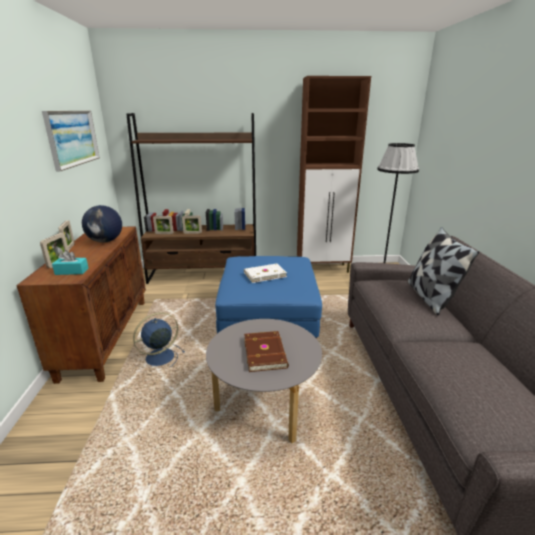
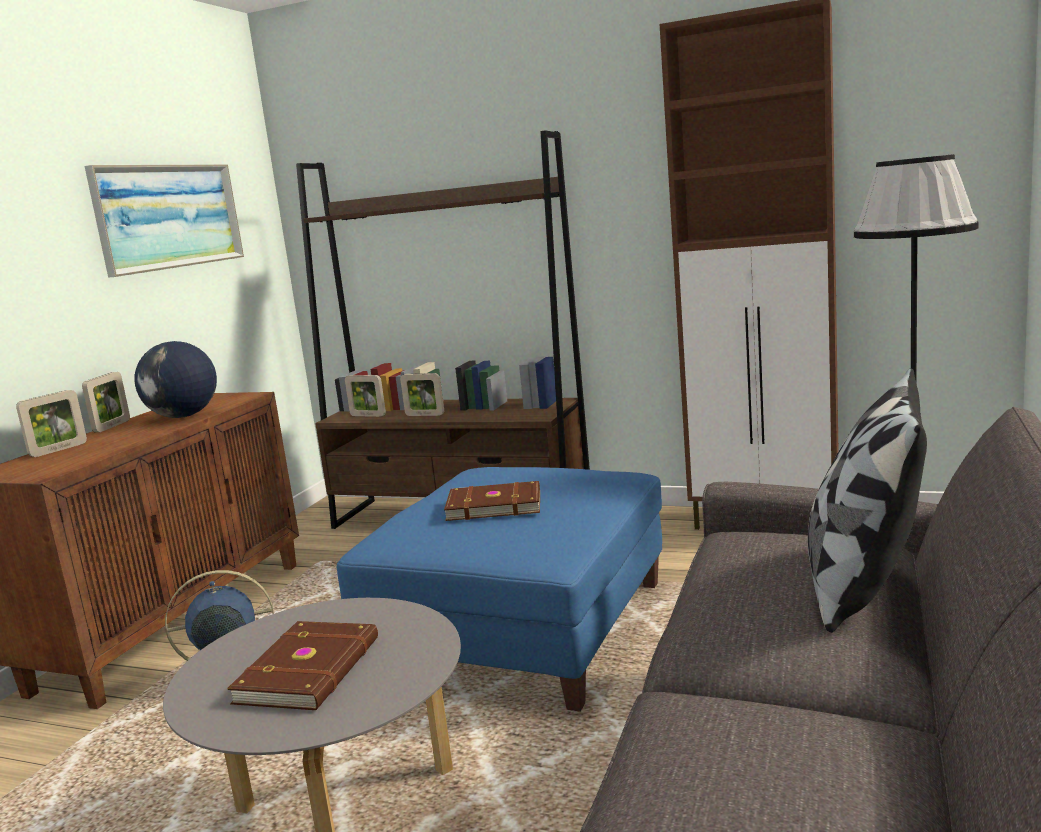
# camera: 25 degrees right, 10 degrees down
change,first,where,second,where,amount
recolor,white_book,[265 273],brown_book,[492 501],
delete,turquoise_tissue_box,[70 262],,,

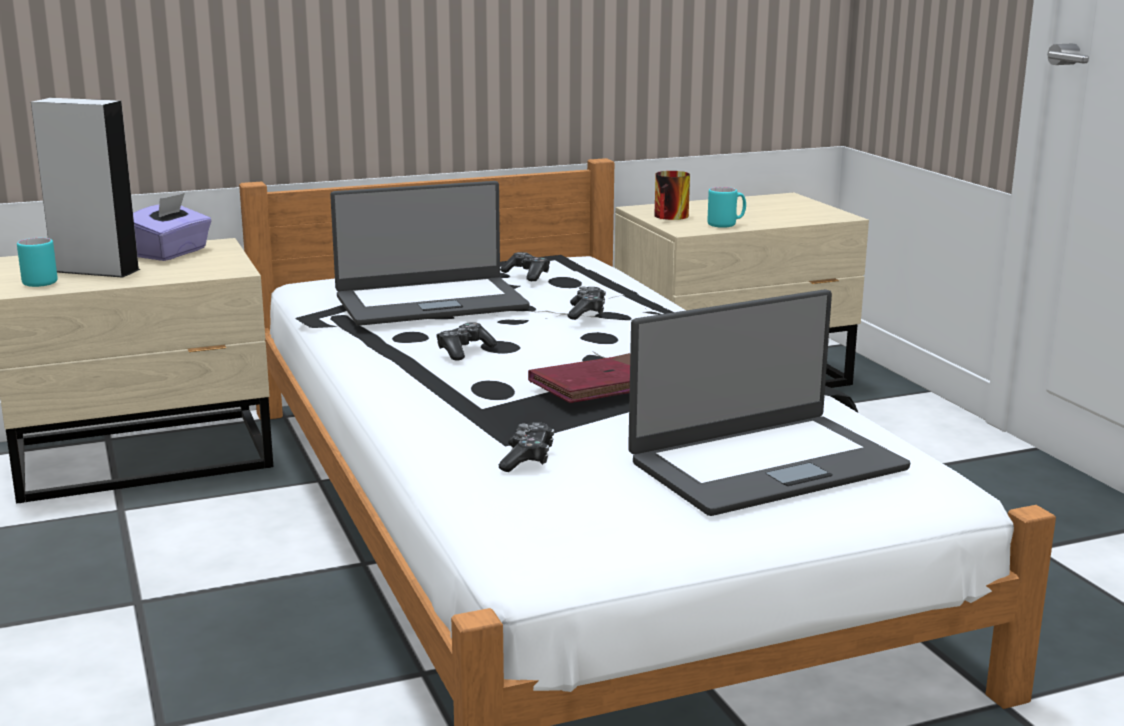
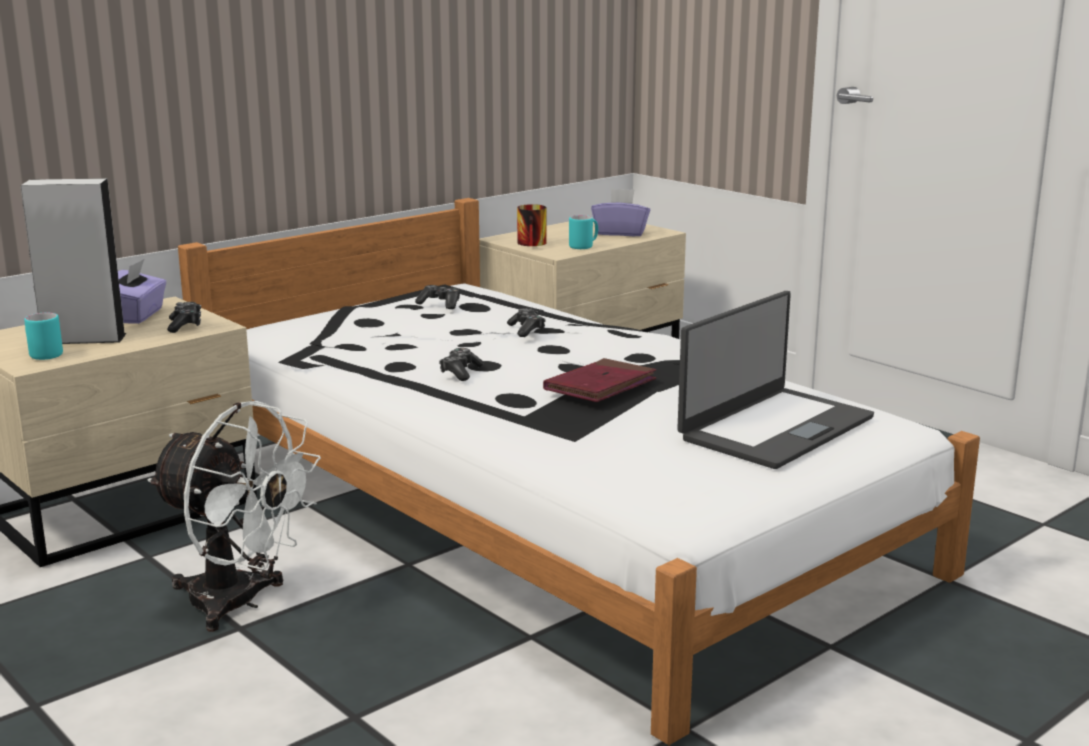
# camera: 20 degrees left, 0 degrees up
change,first,where,second,where,amount
insert,,,white_fan,[234 516],
move,game_controller,[526 447],,[184 317],
insert,,,purple_tissue_box,[620 212],
delete,laptop,[430 253],,,

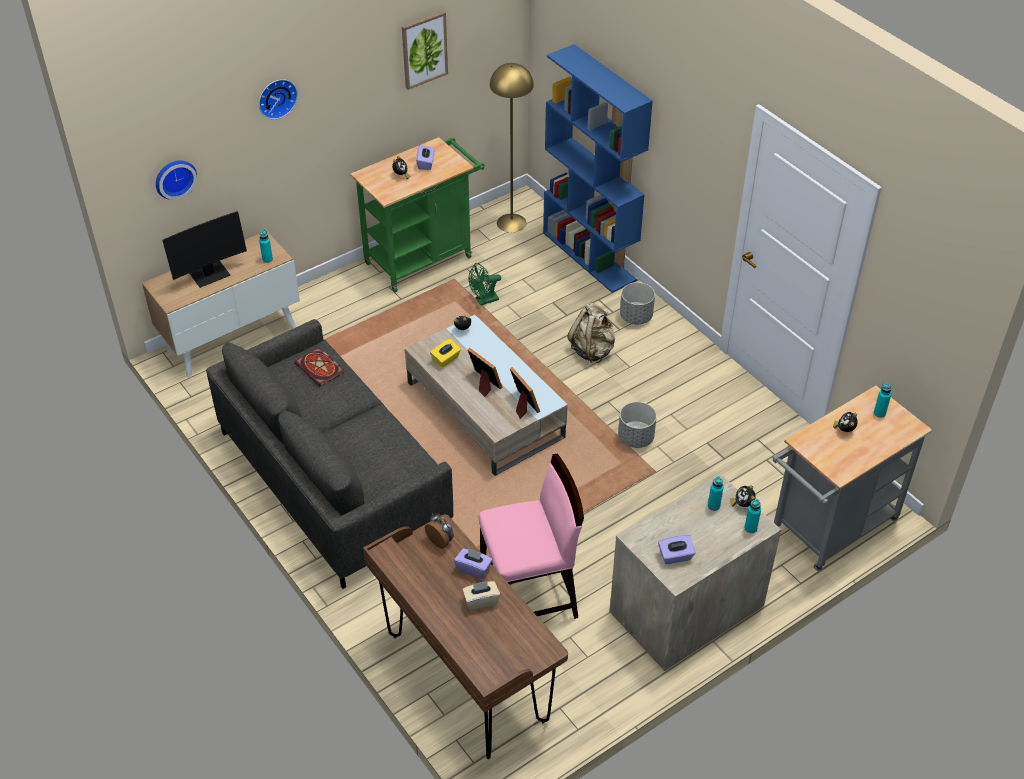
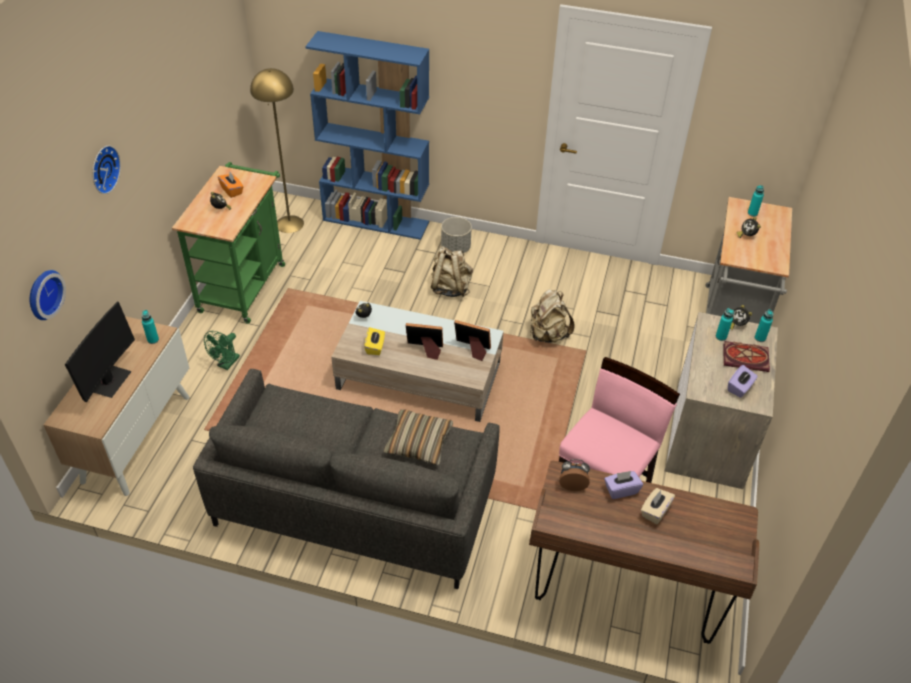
# camera: 40 degrees left, 0 degrees up
change,first,where,second,where,amount
move,green_fan,[485 284],,[222 350],
recolor,purple_tissue_box,[425 157],orange_tissue_box,[230 185],
insert,,,pillow,[418 437],
replace,grey_planter,[637 425],beige_backpack,[552 316],
move,book,[319 367],,[746 356],
delete,picture,[425 50],,,

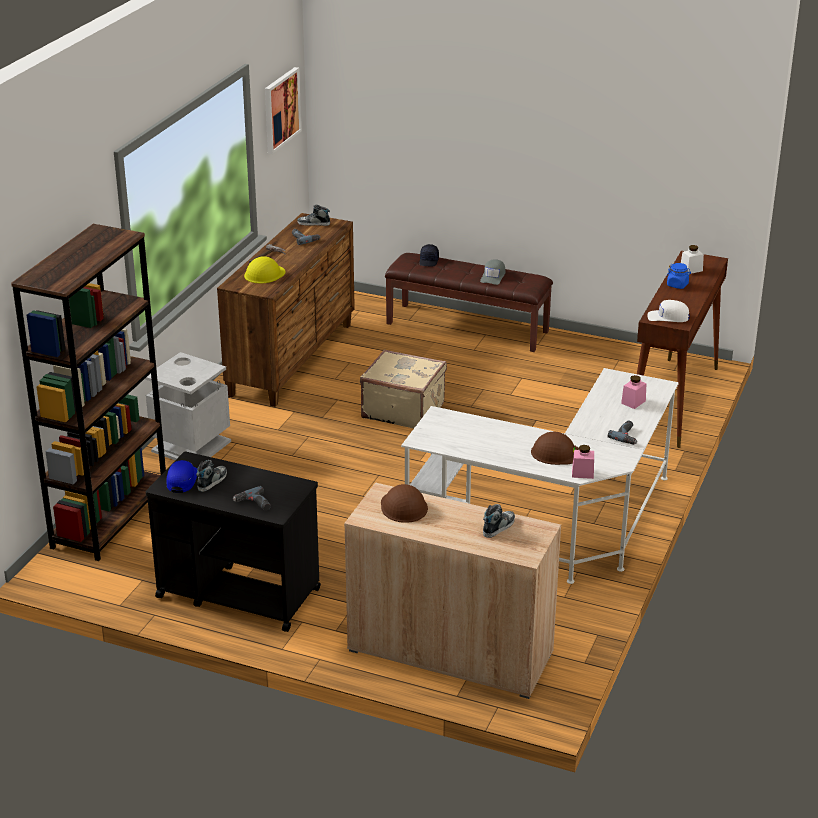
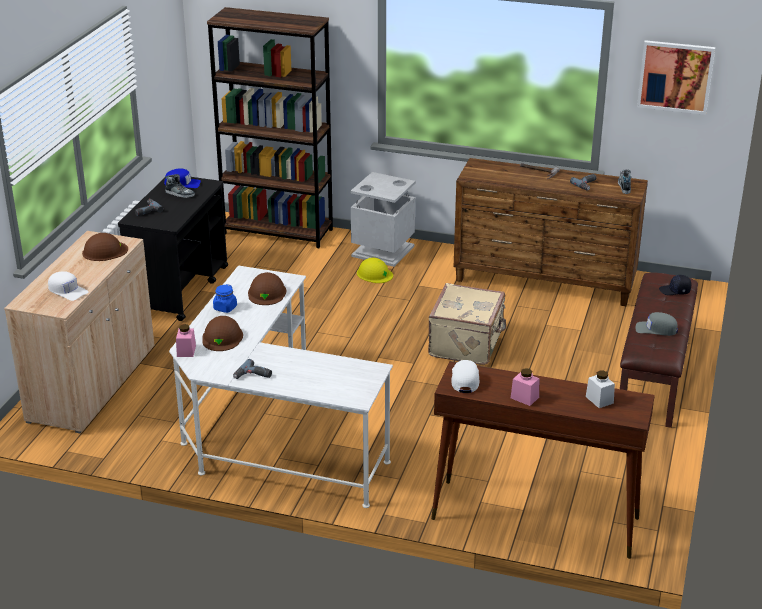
# camera: 85 degrees right, 0 degrees up
change,first,where,second,where,amount
replace,shoe,[499 521],white_cap,[68 286],
move,blue_jar,[679 276],,[225 298],
insert,,,brown_hard_hat,[267 288],
move,yellow_hard_hat,[264 269],,[375 270],
move,pink_jar,[633 392],,[525 387],

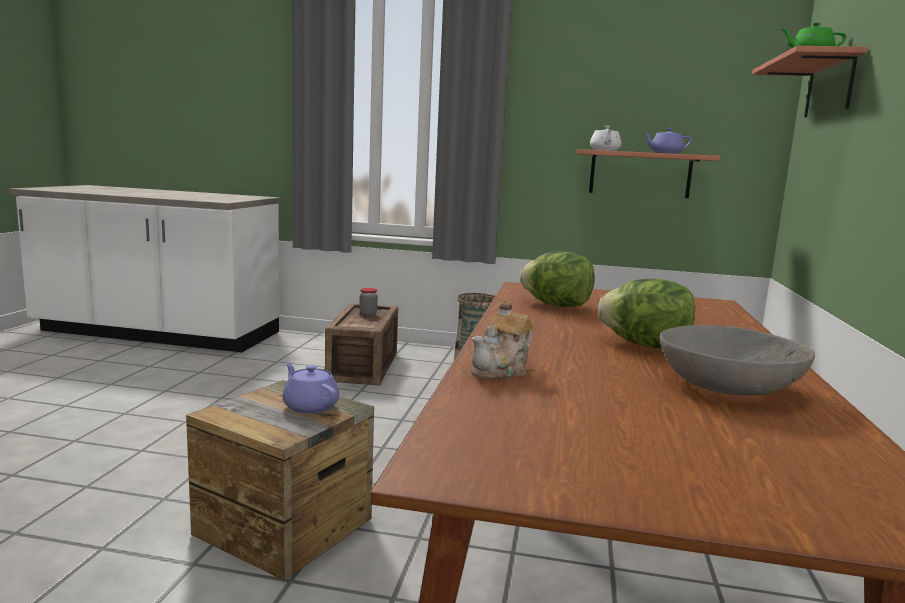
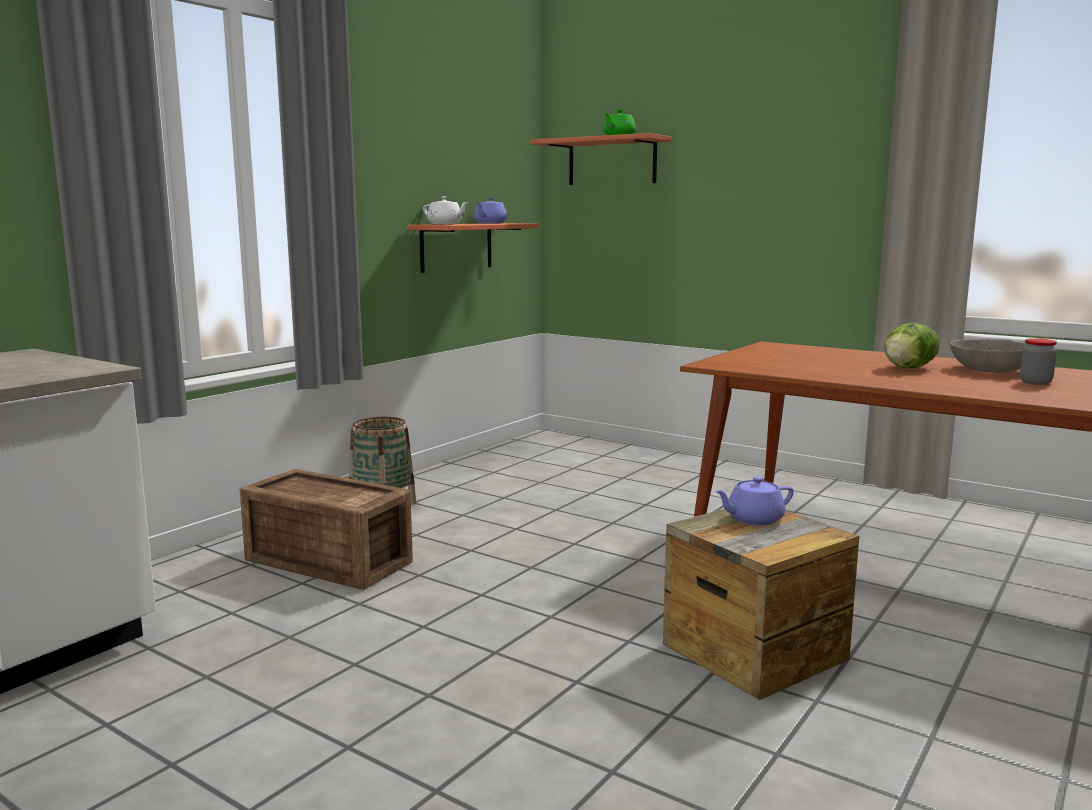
# camera: 65 degrees left, 0 degrees up
change,first,where,second,where,amount
move,jar,[368 302],,[1038 361],
delete,teapot,[502 339],,,
delete,lettuce,[557 279],,,

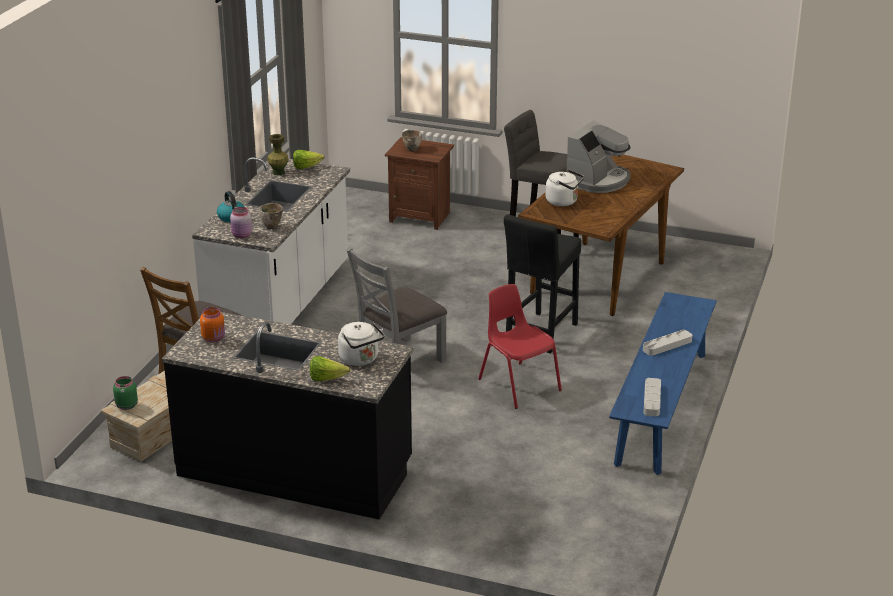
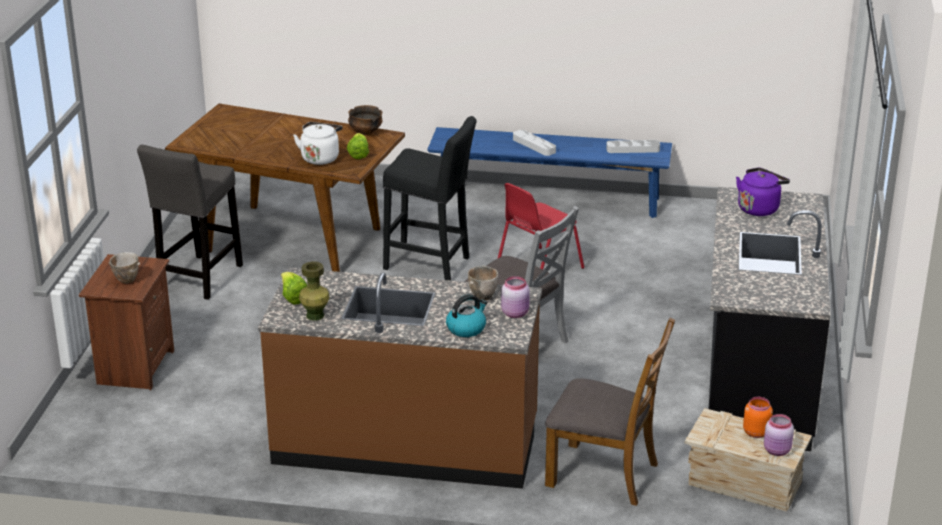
# camera: 100 degrees left, 0 degrees up
change,first,where,second,where,amount
recolor,white_counter,[271 240],brown_counter,[400 378],
move,lettuce,[330 368],,[358 146],
insert,,,bowl,[365 120],
recolor,white_kettle,[361 344],purple_kettle,[763 191],
move,orange_jar,[212 324],,[758 417],
recolor,green_jar,[125 393],pink_jar,[779 435],
delete,coffee_machine,[599 156],,,

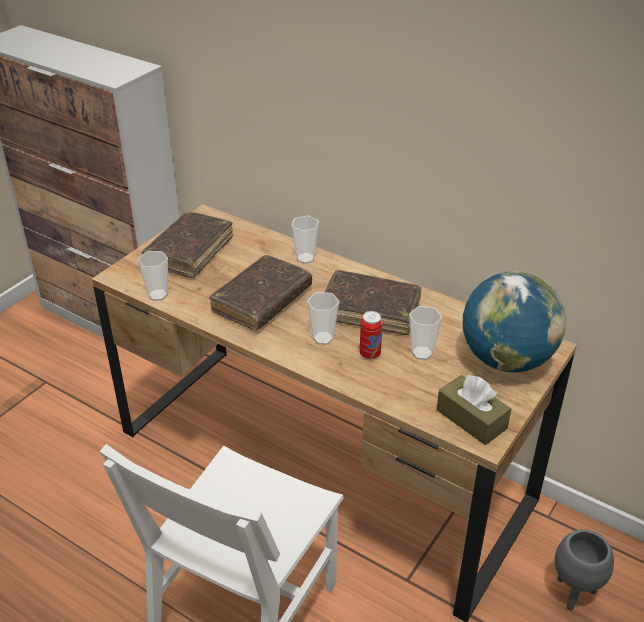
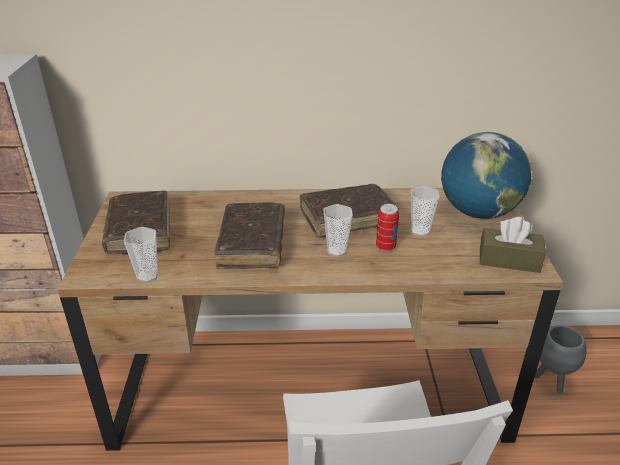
# camera: 35 degrees left, 5 degrees down
change,first,where,second,where,amount
delete,cup,[305 240],,,

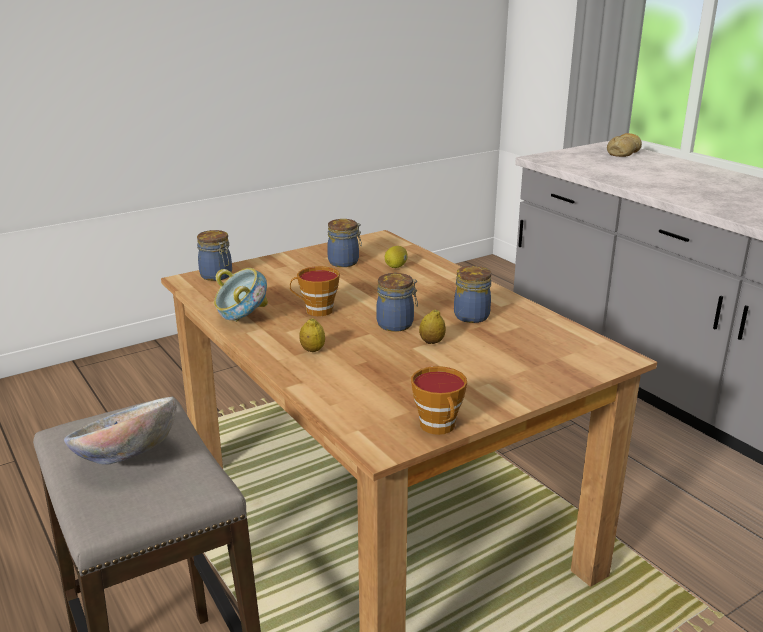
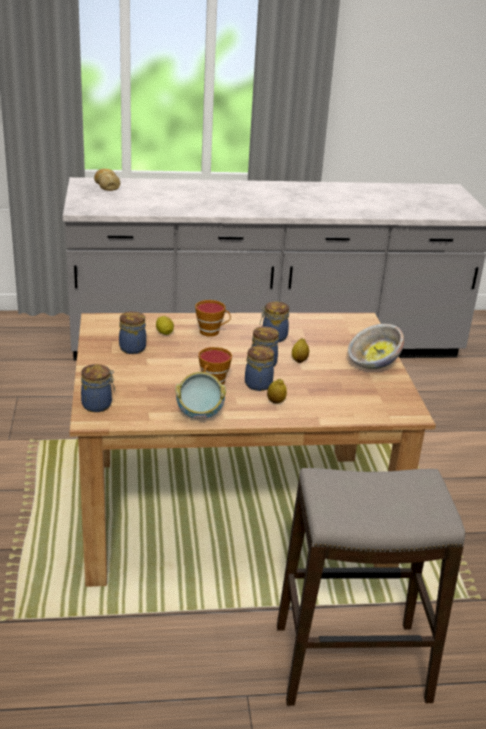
# camera: 65 degrees left, 5 degrees up
change,first,where,second,where,amount
move,cup,[439 400],,[213 318],
insert,,,jar,[259 368],
move,bowl,[120 431],,[376 346],

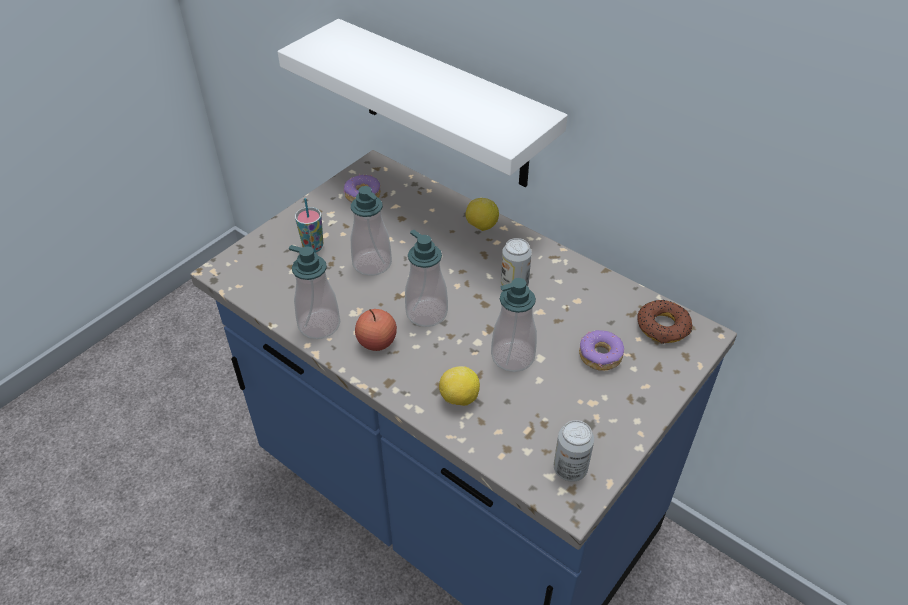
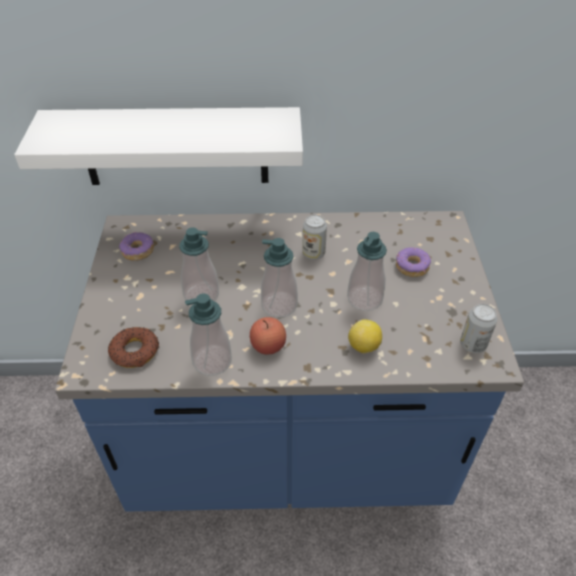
# camera: 40 degrees left, 0 degrees up
change,first,where,second,where,amount
move,donut,[665 322],,[133 347],
delete,cup,[309 225],,,
delete,lemon,[482 214],,,

